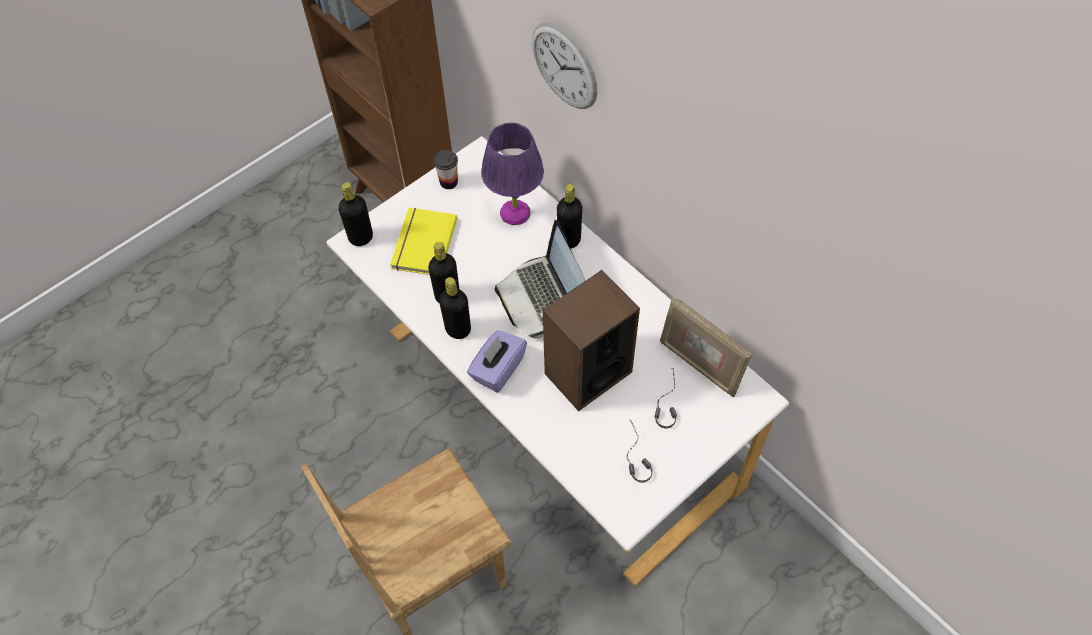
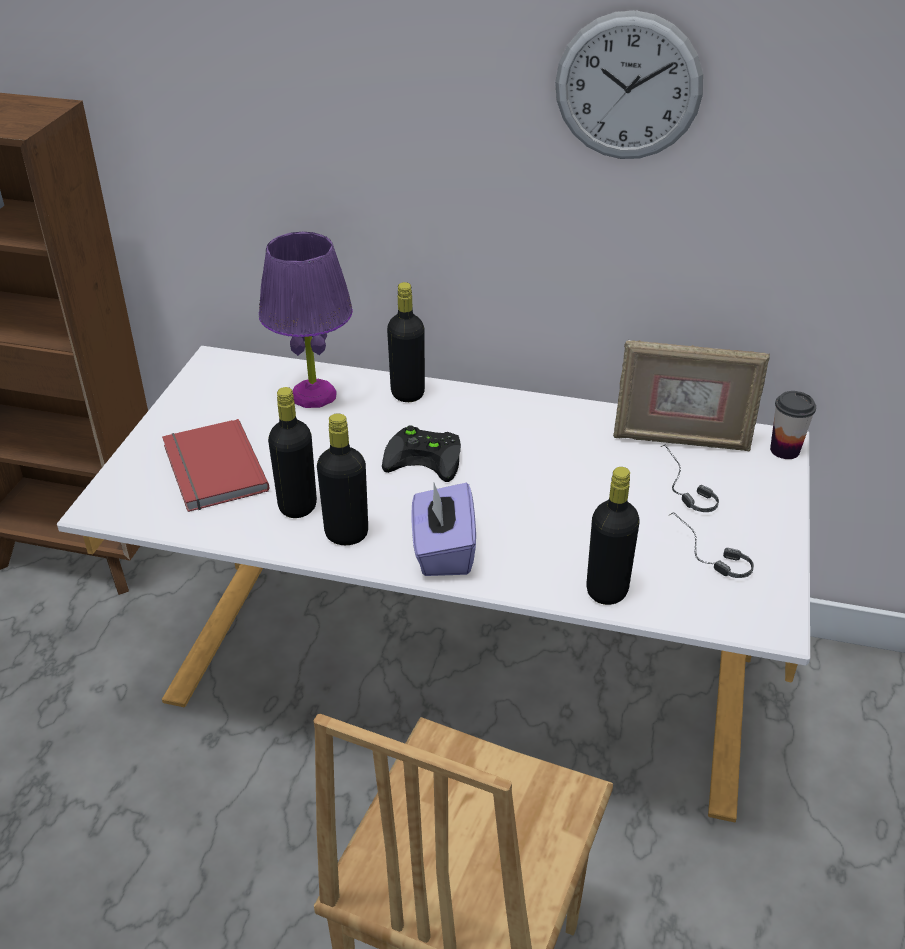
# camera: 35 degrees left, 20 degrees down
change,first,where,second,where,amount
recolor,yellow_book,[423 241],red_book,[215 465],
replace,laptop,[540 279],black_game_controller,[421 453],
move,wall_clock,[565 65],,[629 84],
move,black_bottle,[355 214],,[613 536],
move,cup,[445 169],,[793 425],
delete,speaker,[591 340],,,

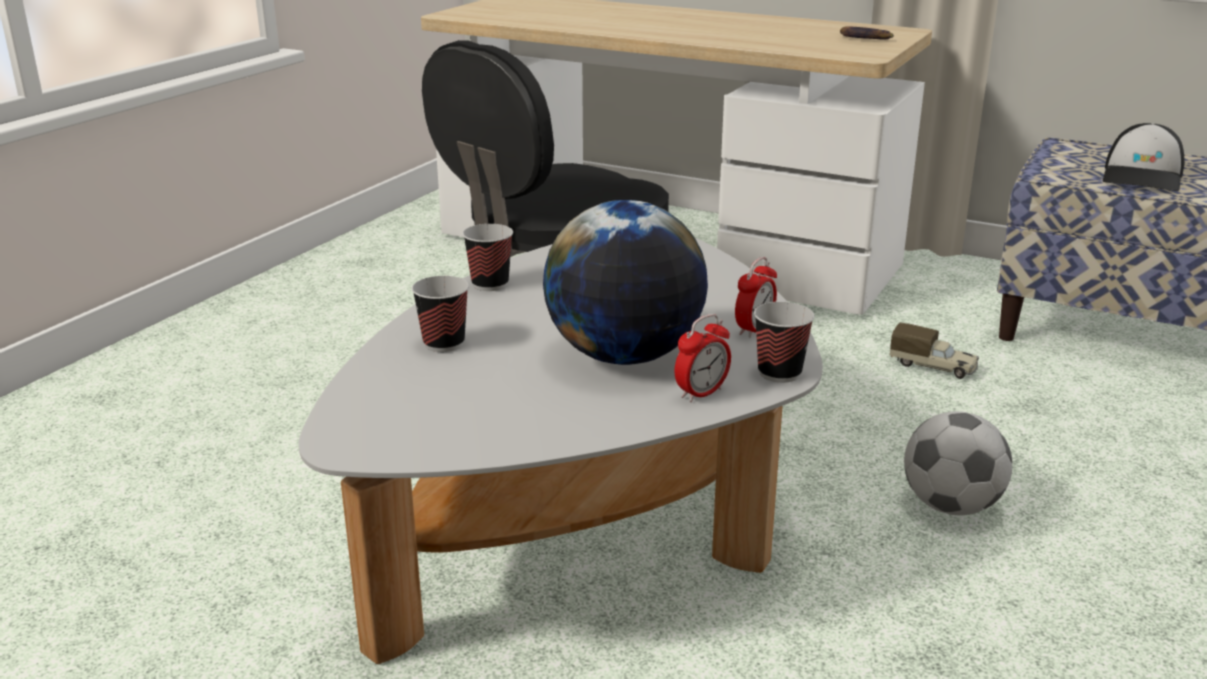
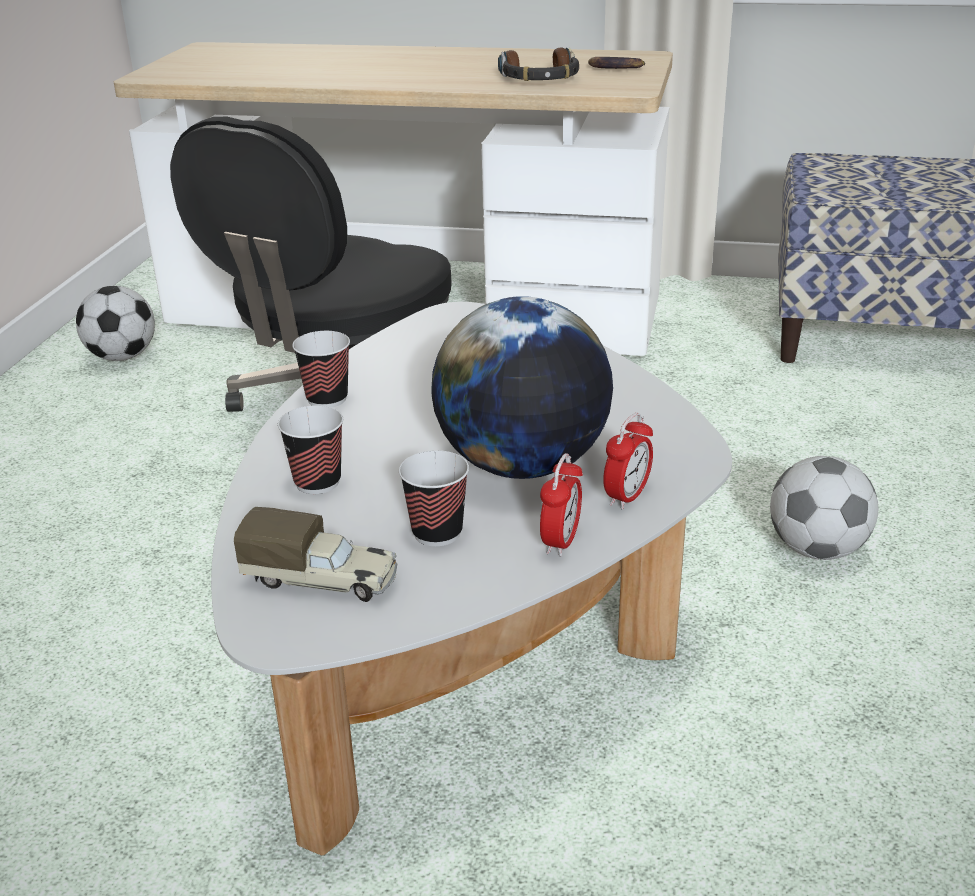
# camera: 15 degrees left, 5 degrees up
change,first,where,second,where,amount
insert,,,football,[115 323],
move,toy_truck,[934 350],,[315 554],
move,cup,[784 342],,[434 498],
insert,,,headphones,[538 64],
move,alarm_clock,[756 297],,[561 505],
delete,cap,[1144 157],,,

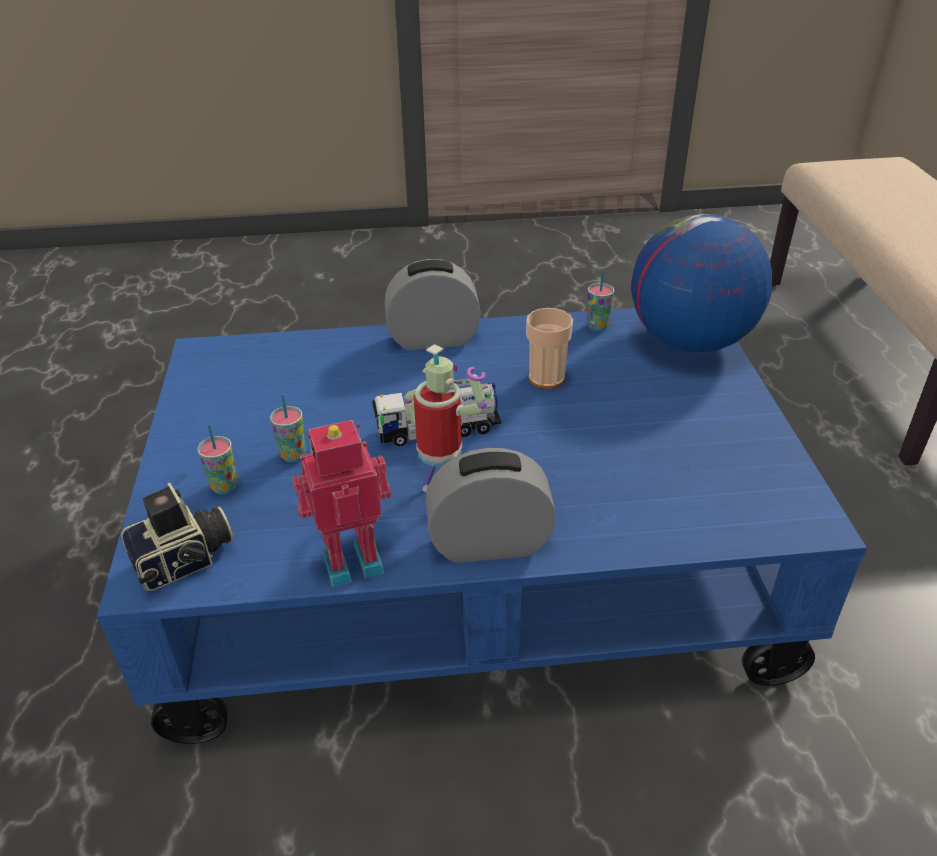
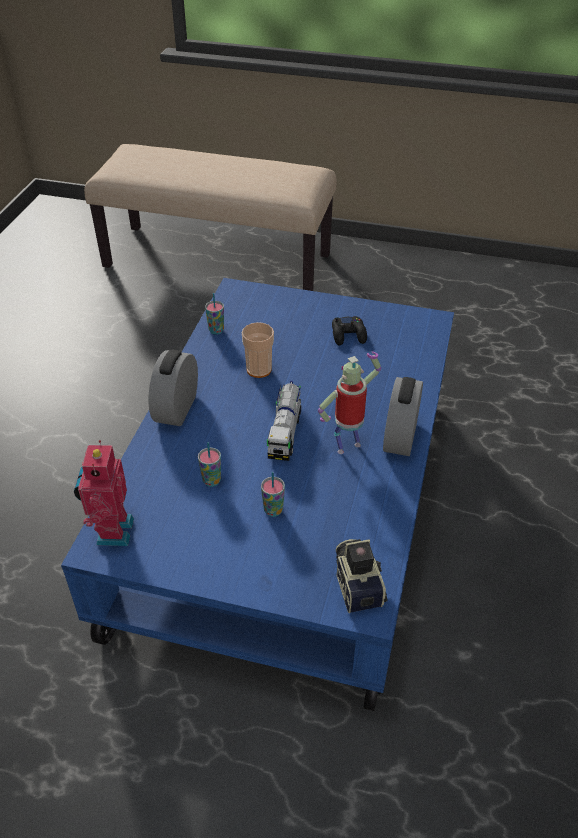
# camera: 70 degrees left, 5 degrees up
change,first,where,second,where,amount
move,toy_robot,[341 503],,[104 493],
move,cup,[217 459],,[209 464],
insert,,,black_game_controller,[349 331],
delete,globe,[701 283],,,

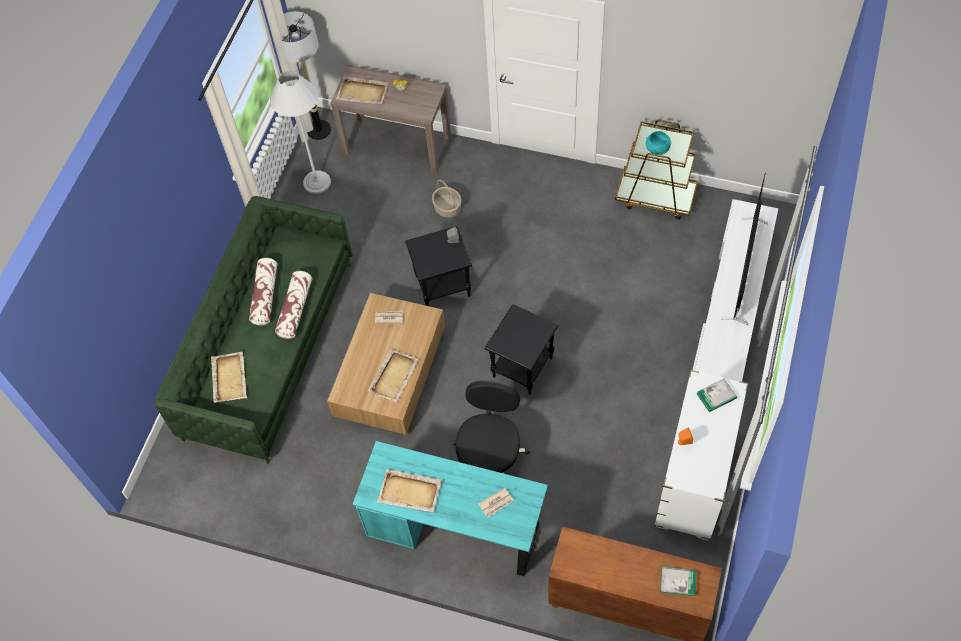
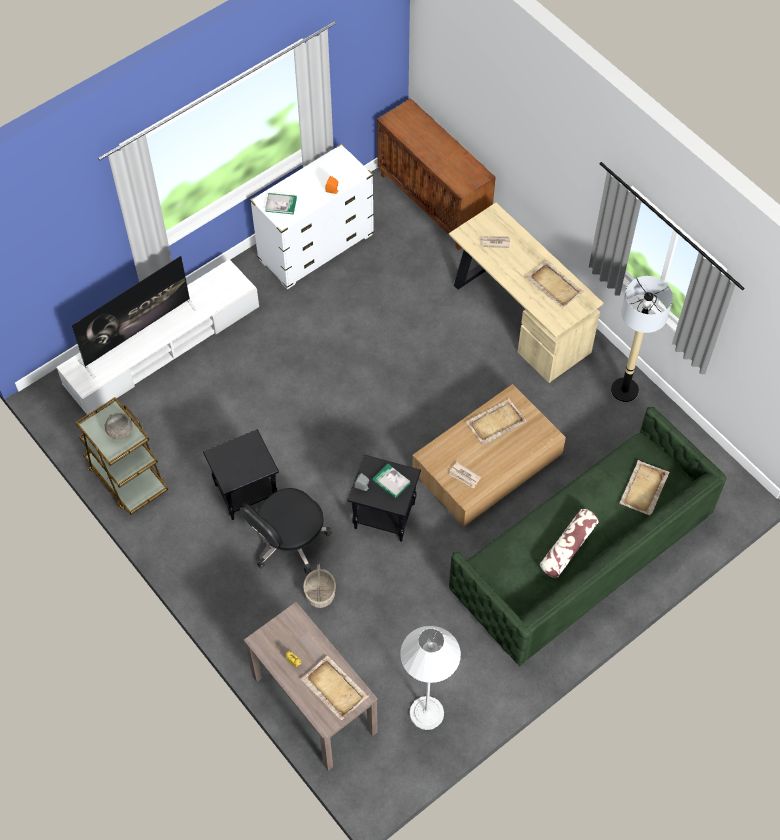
# camera: 150 degrees left, 0 degrees up
change,first,where,second,where,amount
recolor,turquoise_bowl,[658 143],grey_bowl,[119 426],
move,black_side_table,[521 349],,[241 474],
move,black_office_chair,[491 426],,[286 531],
move,book,[678 581],,[391 481],
recolor,turquoise_desk,[450 508],beige_desk,[526 293],
move,floor_lamp,[305 75],,[642 339],
delete,pillow,[293 305],,,

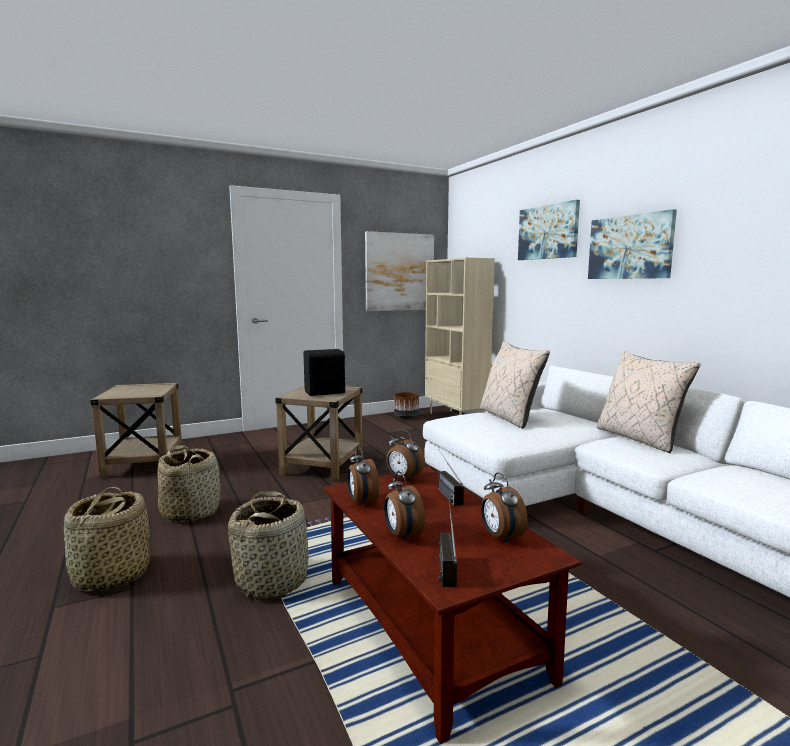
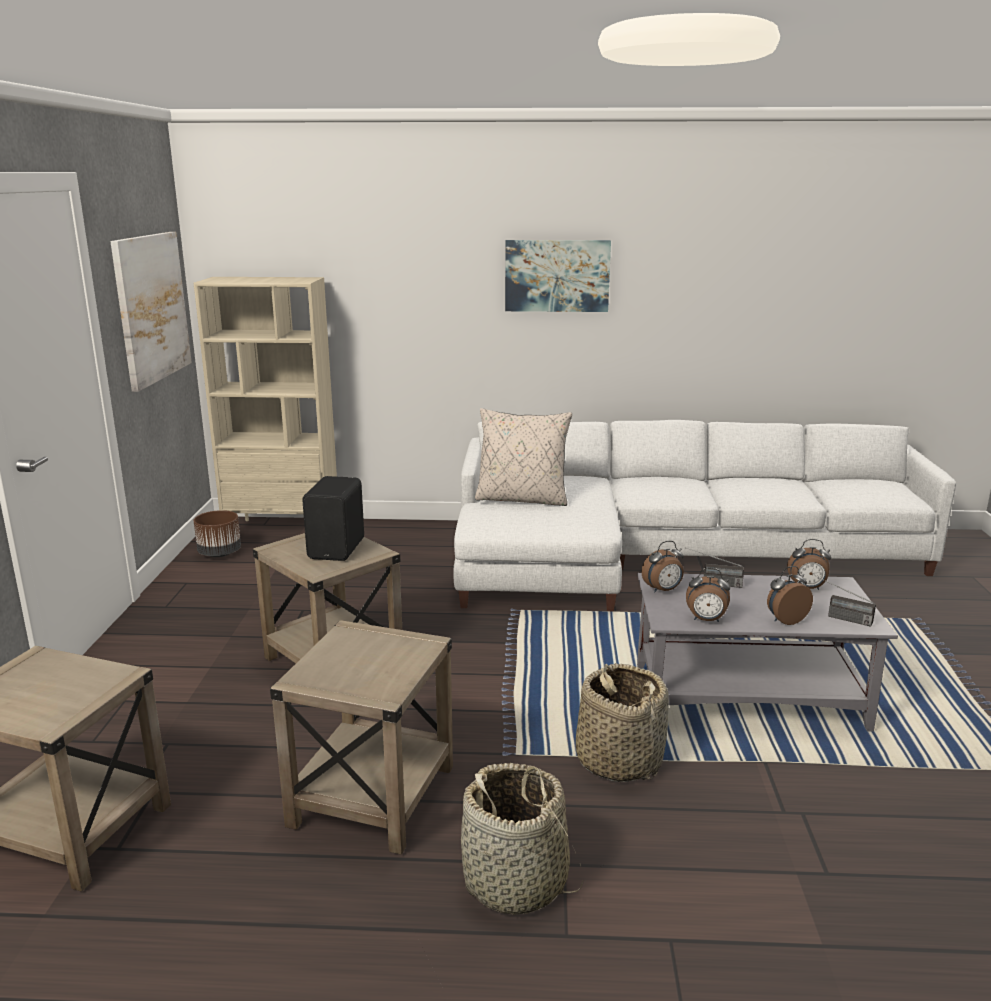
# camera: 60 degrees left, 10 degrees up
change,first,where,second,where,amount
replace,basket,[189 483],beige_side_table,[361 737],
recolor,brown_coffee_table,[452 605],grey_coffee_table,[767 652],
rotate,alarm_clock,[404 506],,[790 595],150 degrees clockwise
delete,picture,[549 230],,,
delete,beige_pillow,[648 402],,,

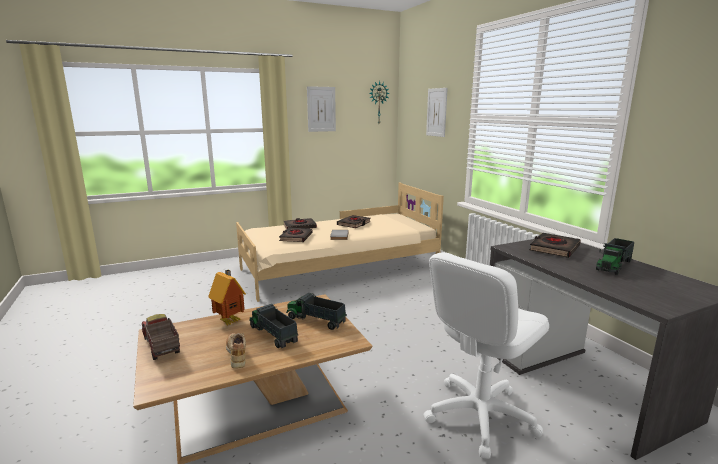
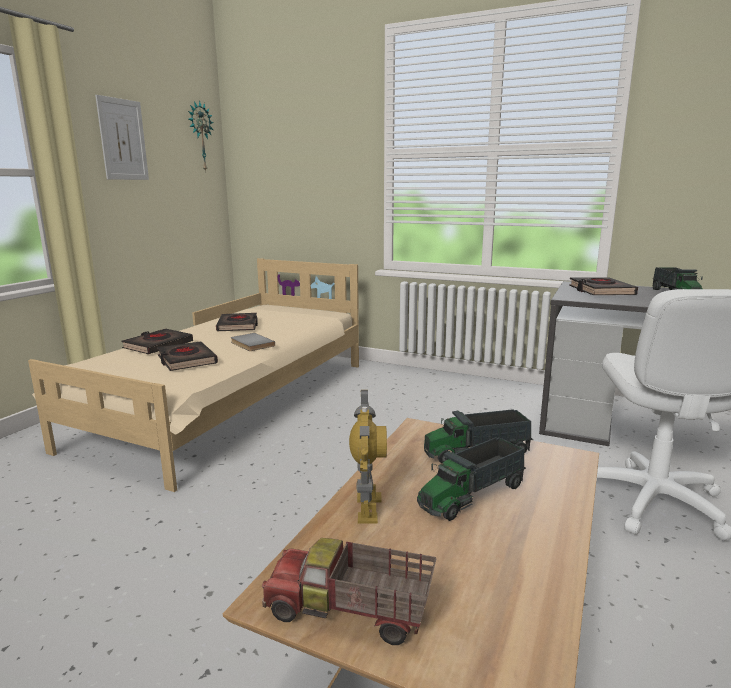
# camera: 40 degrees left, 0 degrees up
change,first,where,second,where,amount
replace,toy_house,[227 297],toy_robot,[368 457],
rotate,toy_truck,[273 326],,[471 479],45 degrees counterclockwise
delete,beige_shoe,[236 350],,,
delete,picture,[437 112],,,

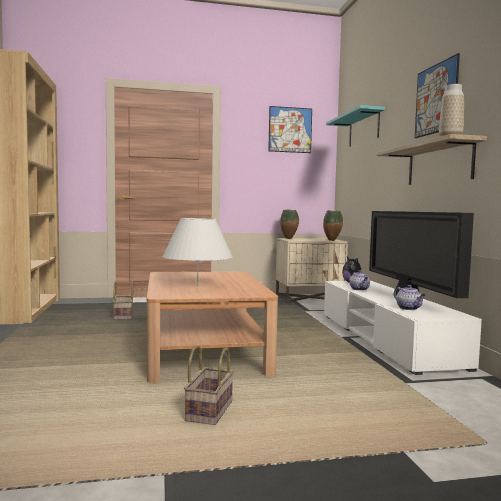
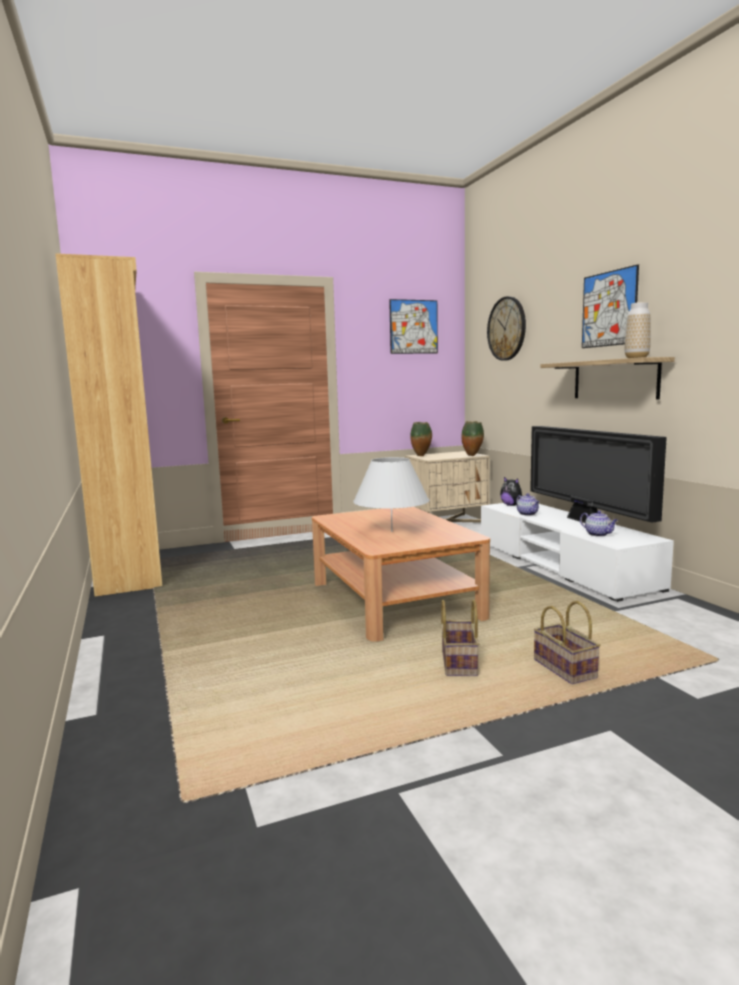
# camera: 10 degrees left, 5 degrees up
change,first,where,second,where,amount
replace,turquoise_shelf,[355 126],wall_clock,[506 328],
move,basket,[123 300],,[566 642],

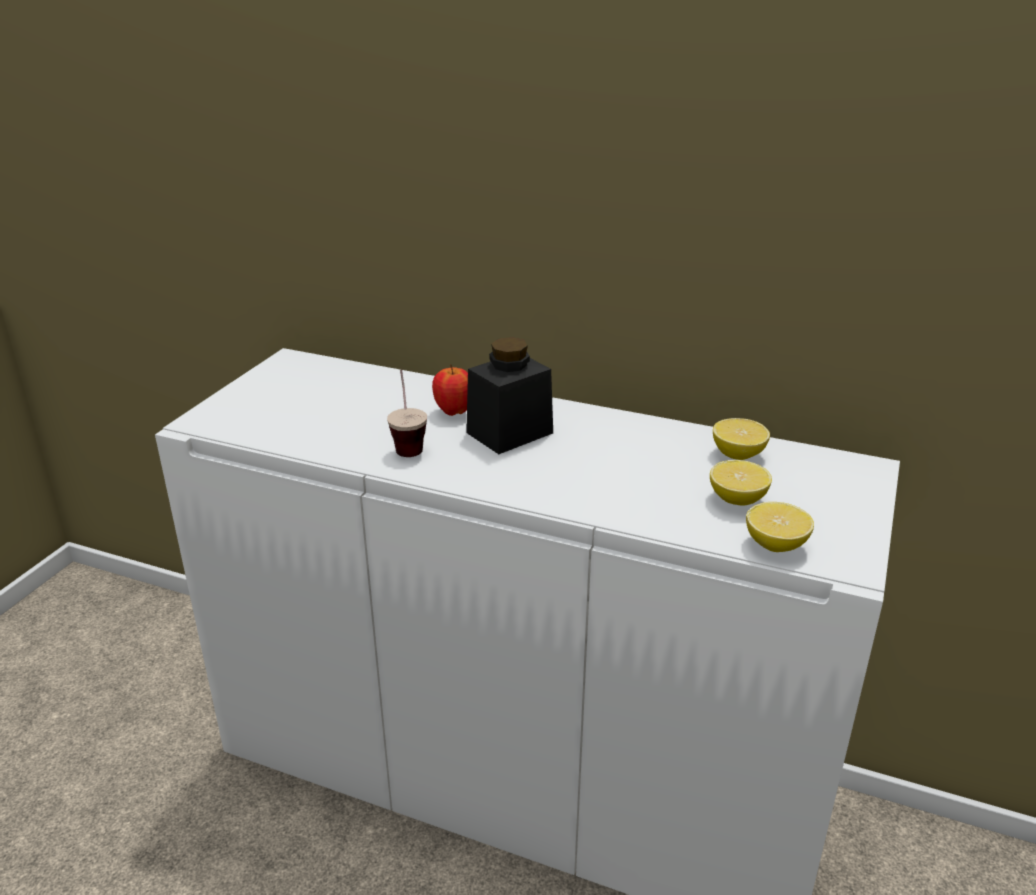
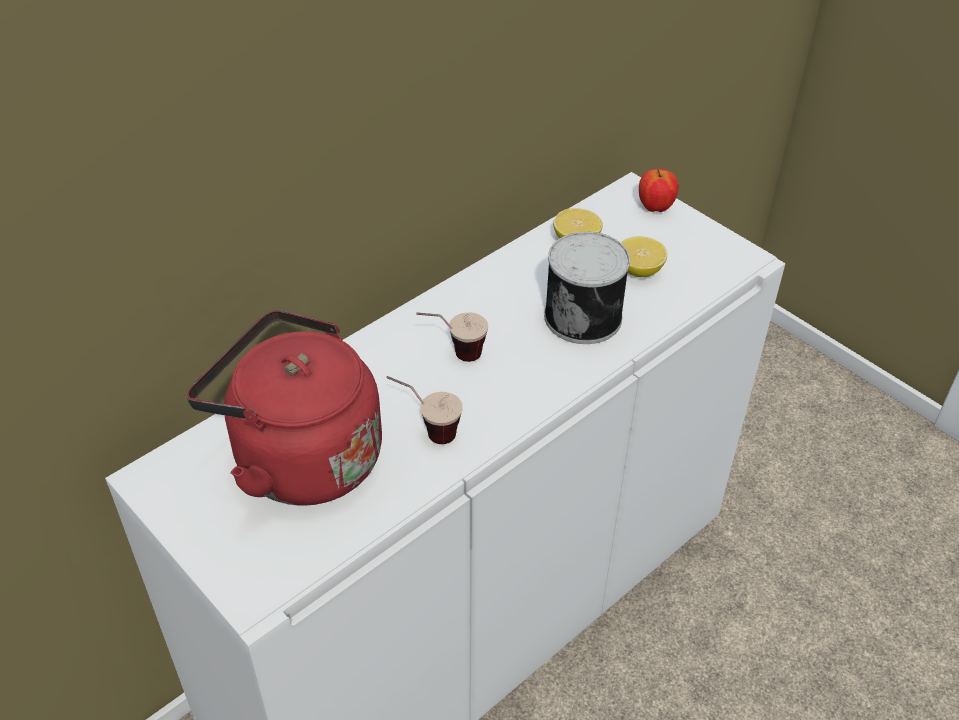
# camera: 65 degrees left, 15 degrees up
change,first,where,second,where,amount
insert,,,red_kettle,[284 408],
replace,black_jar,[509 395],cup,[452 337],
insert,,,can,[587 288],
move,apple,[450 390],,[659 190],
delete,lemon,[780 527],,,

